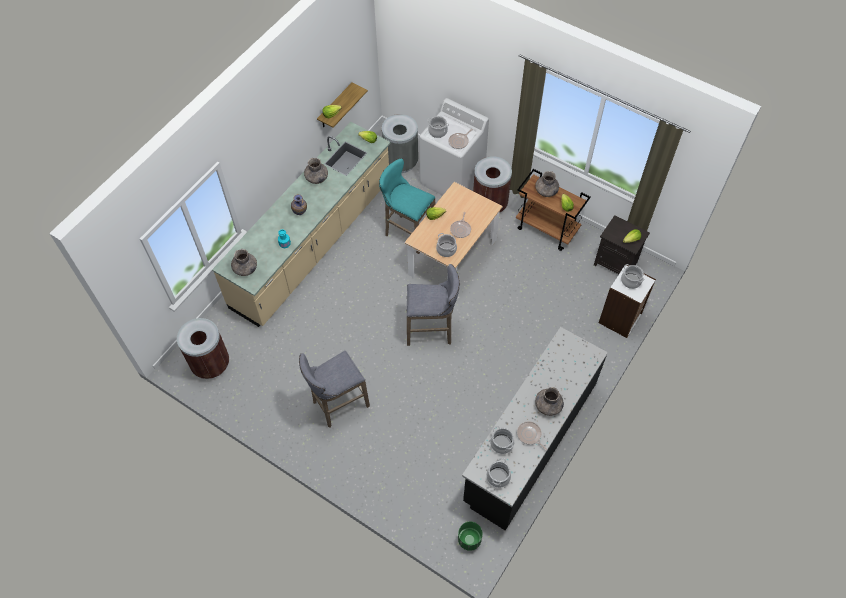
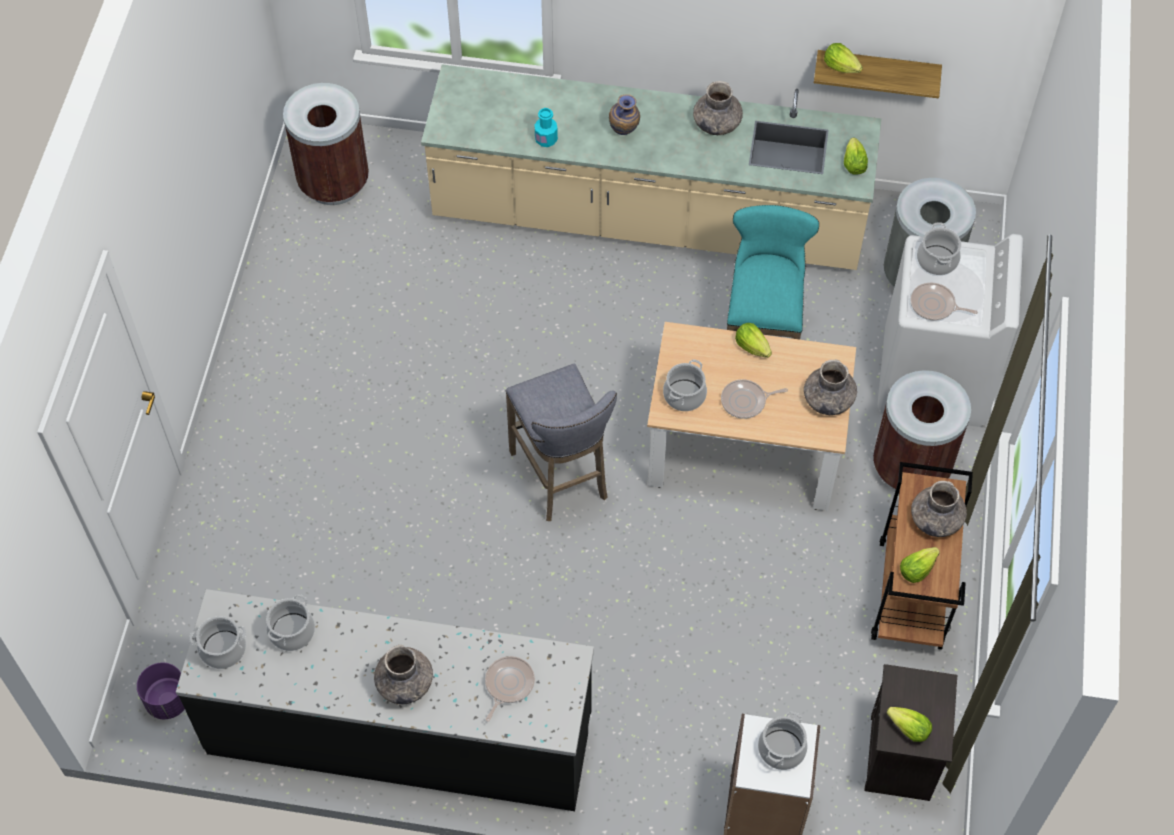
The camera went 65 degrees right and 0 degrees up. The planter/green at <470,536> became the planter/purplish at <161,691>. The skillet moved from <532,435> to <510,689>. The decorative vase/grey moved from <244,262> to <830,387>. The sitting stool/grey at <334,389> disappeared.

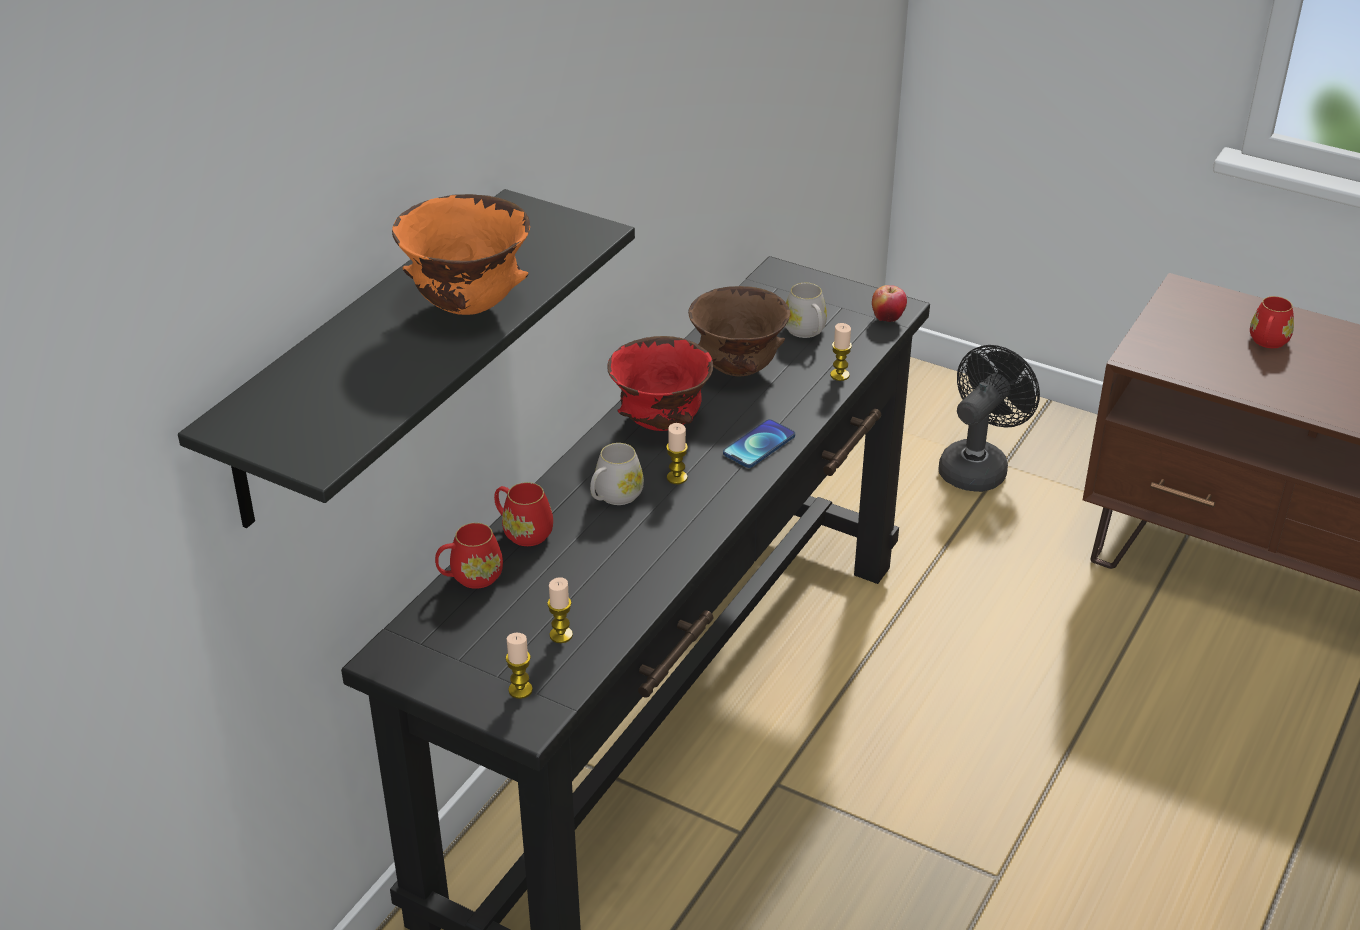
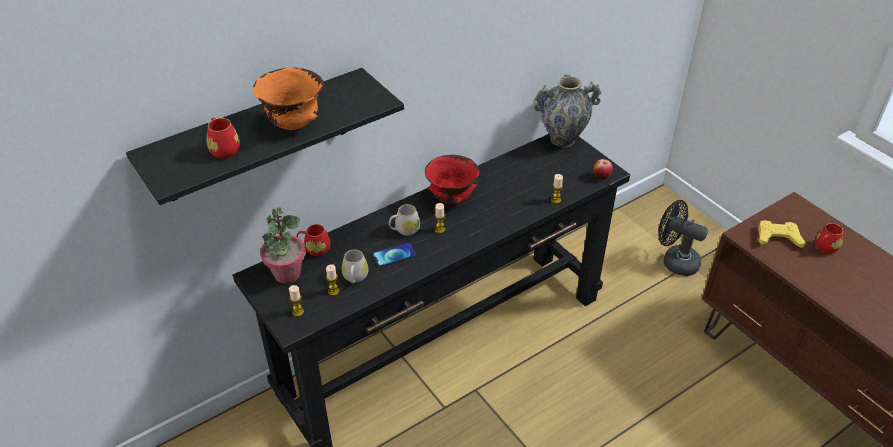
The camera went 25 degrees right and 5 degrees up. The tea mug/reddish moved from <523,514> to <223,137>. The houseplant at <283,245> appeared. The tea mug/whitish moved from <806,310> to <355,266>. The phone moved from <759,443> to <394,255>. The decorative vase at <567,111> appeared. The fan/blackish at <989,418> turned 120 degrees counterclockwise. The gamepad/yellow at <782,234> appeared. The deep dish/brown-coloured at <739,331> disappeared.

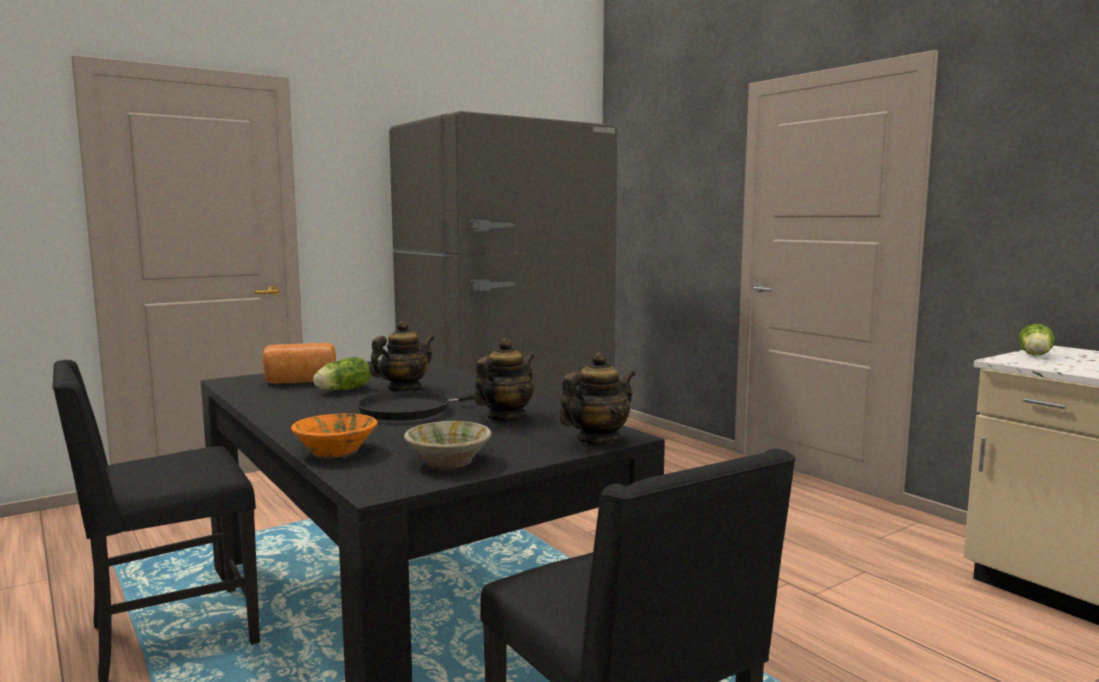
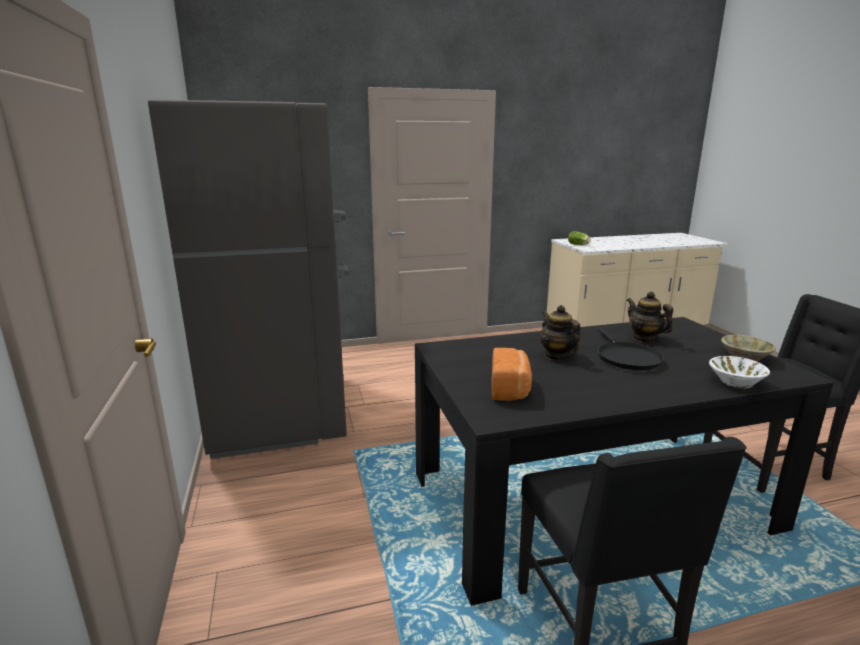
The camera went 70 degrees left and 10 degrees up. The deep dish/orangey at <334,436> became the deep dish/whitish at <739,372>. The lettuce at <341,373> disappeared. The teapot at <597,398> disappeared.

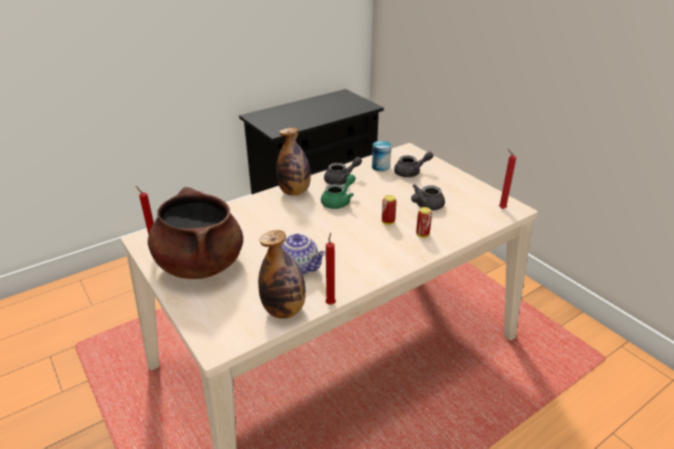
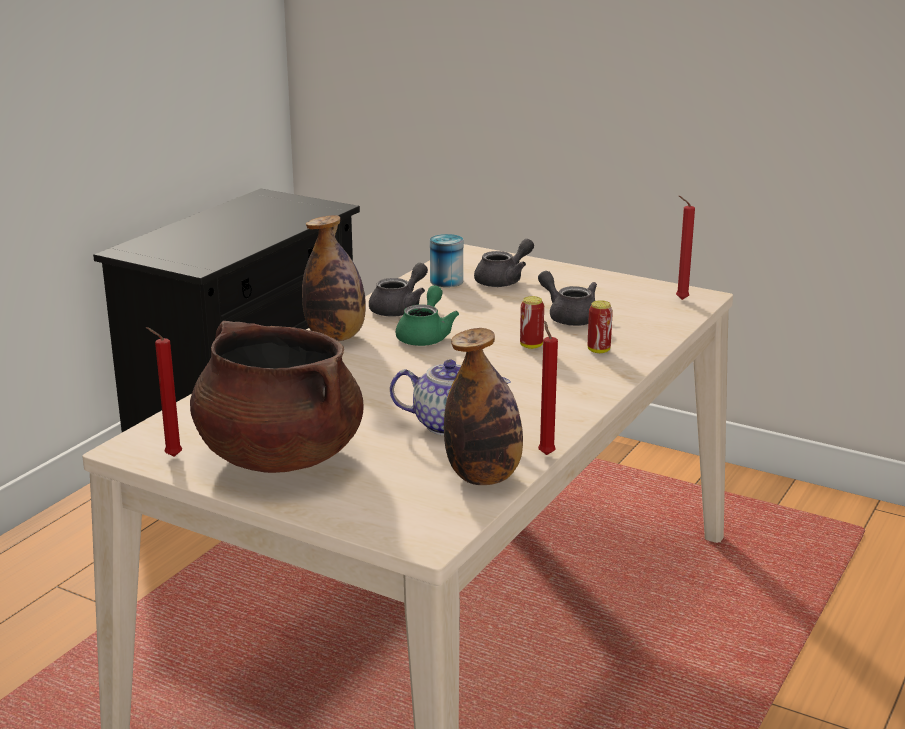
The camera went 25 degrees left and 10 degrees down. The teapot/grey at <428,197> turned 120 degrees clockwise.

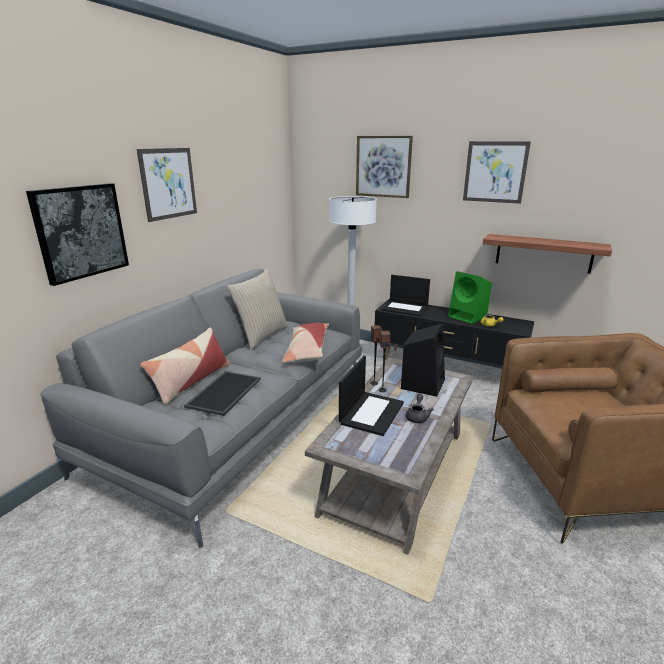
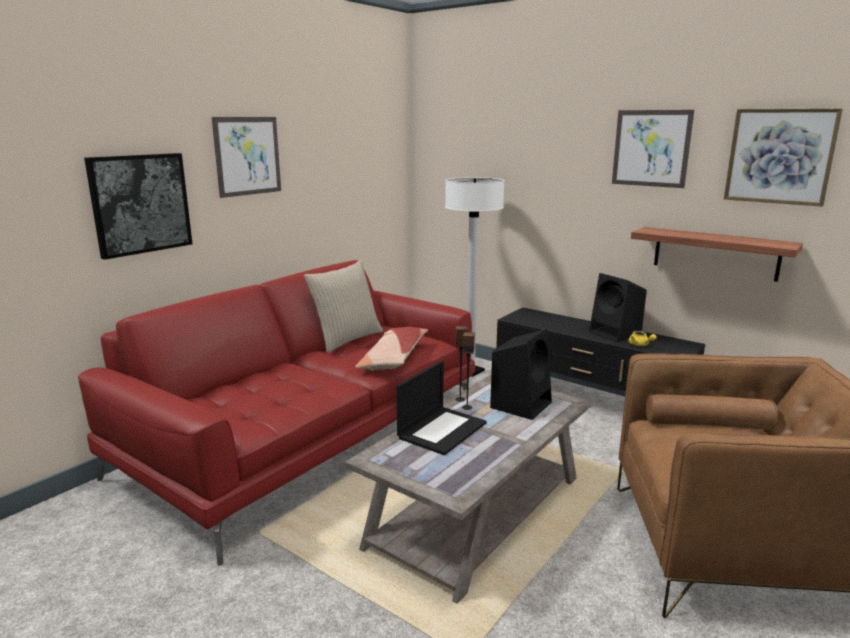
The camera went 10 degrees right and 5 degrees down. The sofa/grey at <201,408> became the sofa/reddish at <276,413>. The speaker/green at <470,297> became the speaker/blackish at <618,307>. The picture moved from <384,167> to <783,157>. The cushion at <185,365> disappeared. The tray at <222,393> disappeared. The notebook computer at <405,295> disappeared. The teapot/grey at <420,408> disappeared.

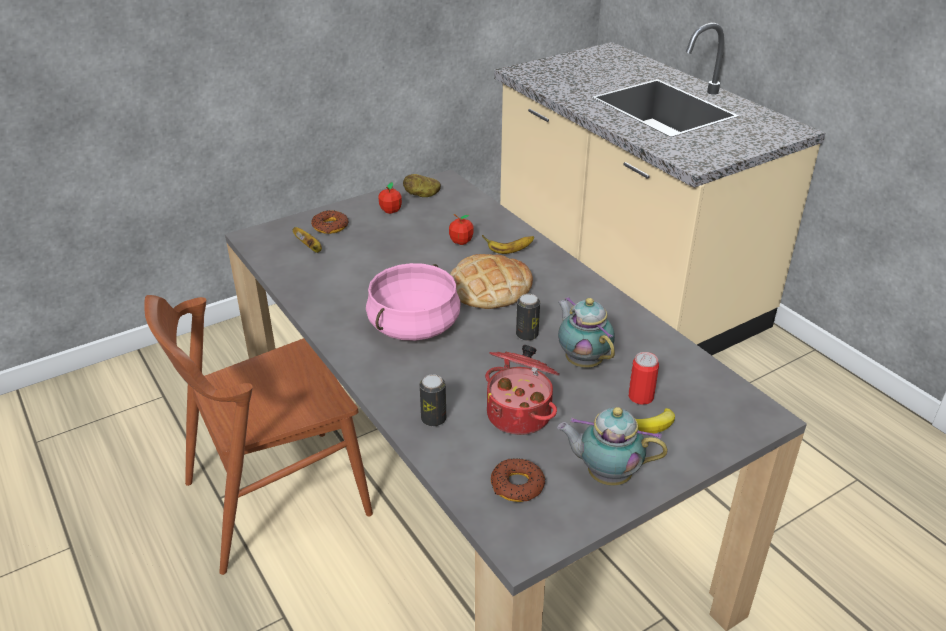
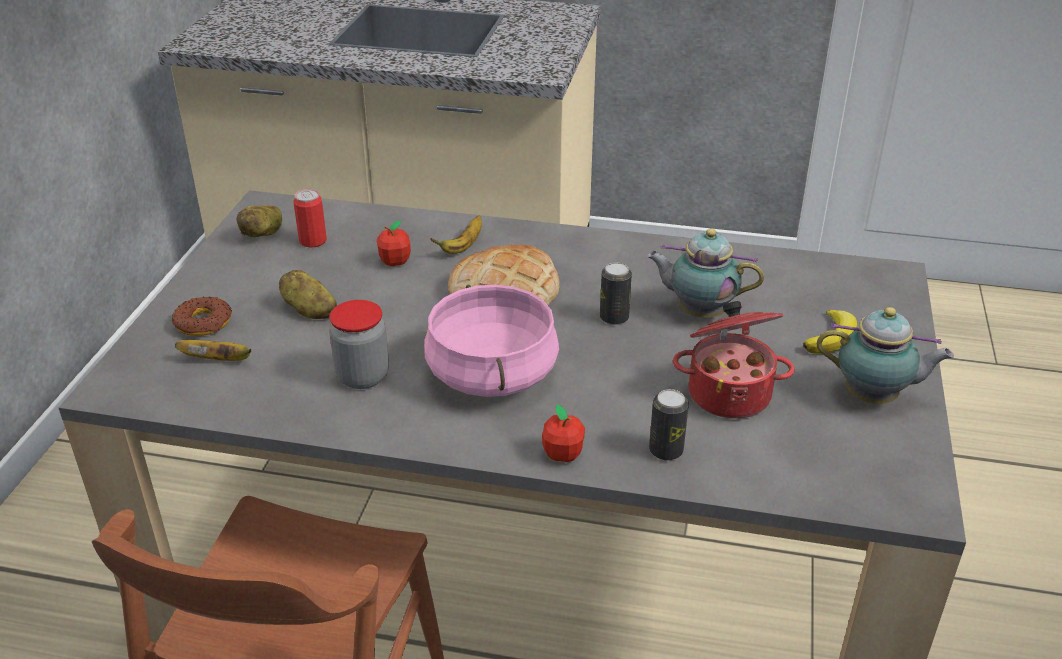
The camera went 45 degrees left and 0 degrees up. The potato at <308,294> appeared. The can moved from <643,378> to <310,218>. The jar at <359,344> appeared. The apple fruit moved from <390,198> to <563,433>. The teapot at <612,446> turned 135 degrees counterclockwise. The ring doughnut at <518,480> disappeared.

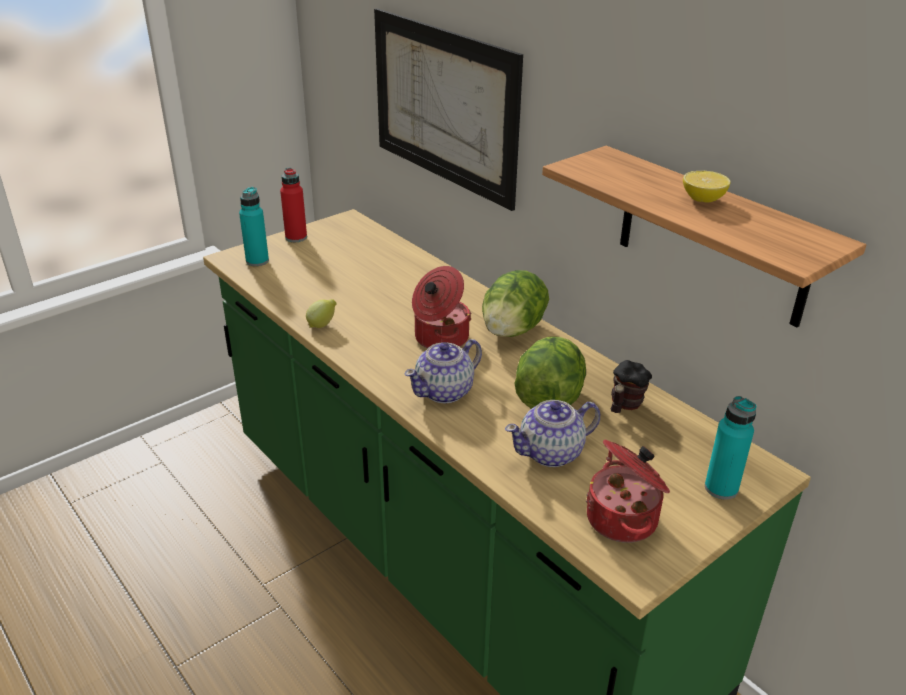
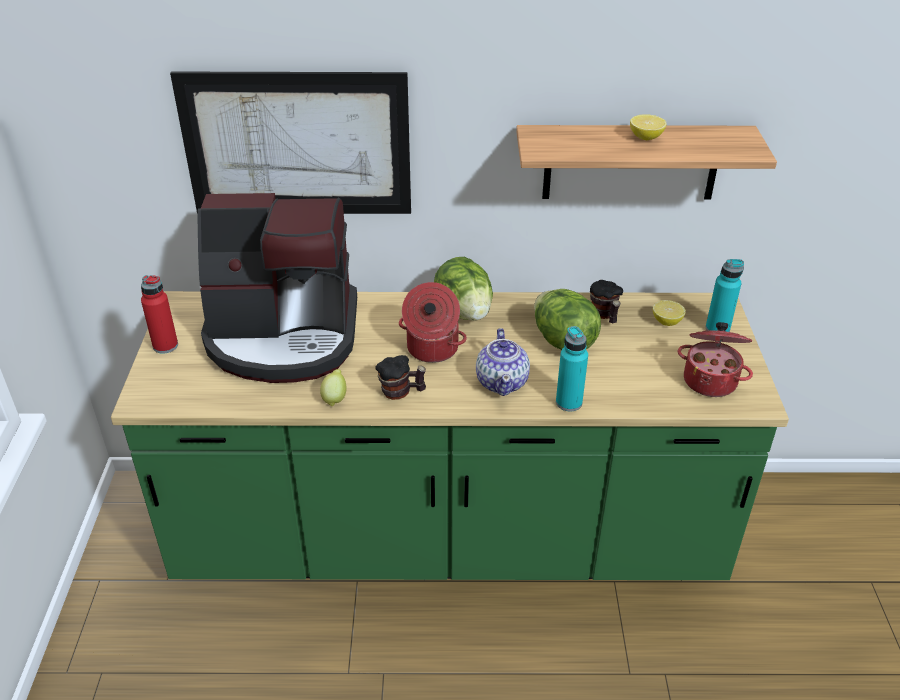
The camera went 50 degrees left and 5 degrees up. The coffee brewer at <277,288> appeared. The tea mug at <400,377> appeared. The beverage bottle/blue-green moved from <254,226> to <572,368>. The citrus fruit at <669,313> appeared. The teapot at <552,433> disappeared.

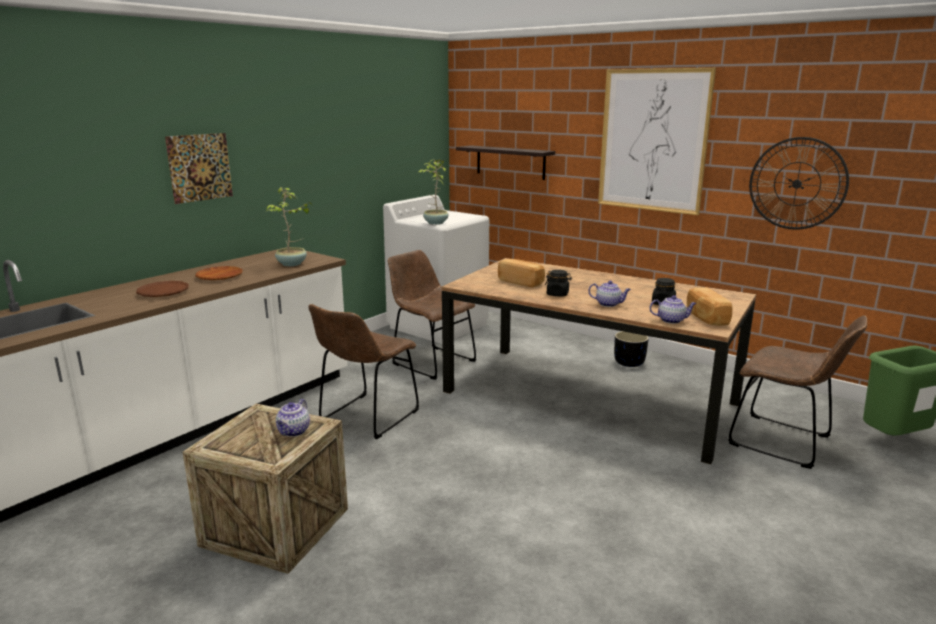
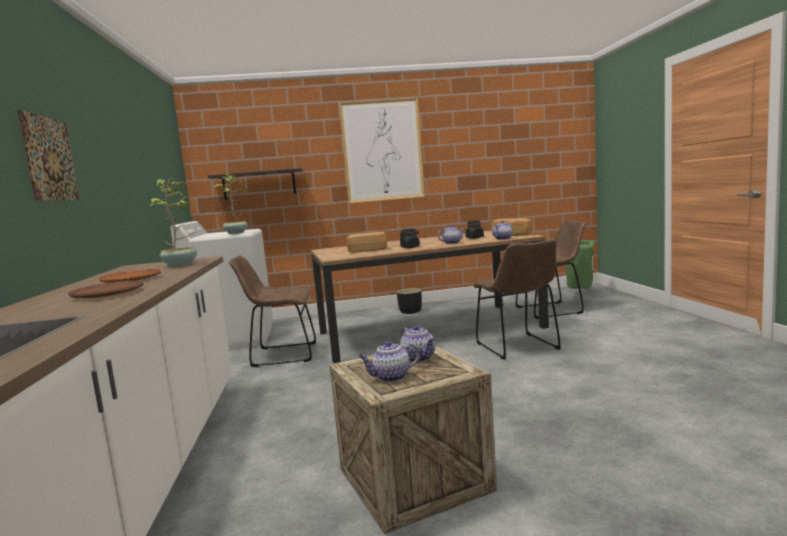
The camera went 45 degrees left and 10 degrees down. The teapot at <389,361> appeared. The chair/brown-coloured moved from <364,371> to <517,299>. The clock on the wall at <799,183> disappeared.

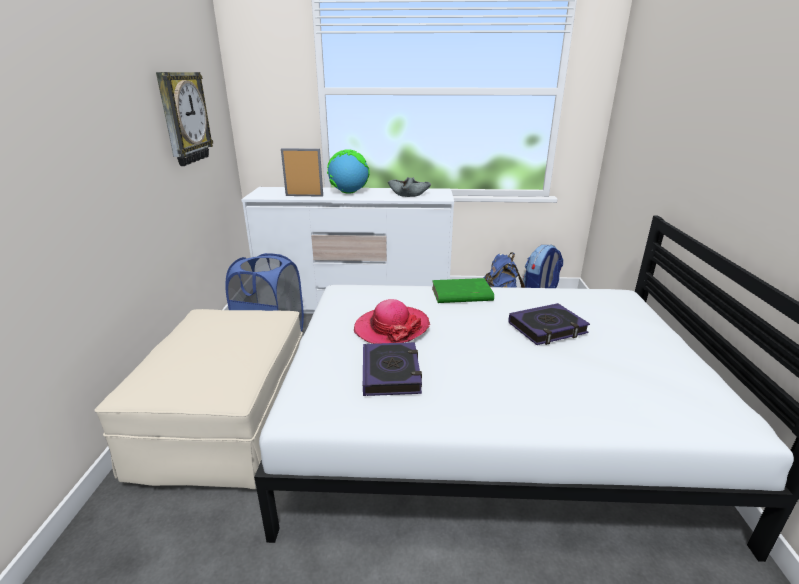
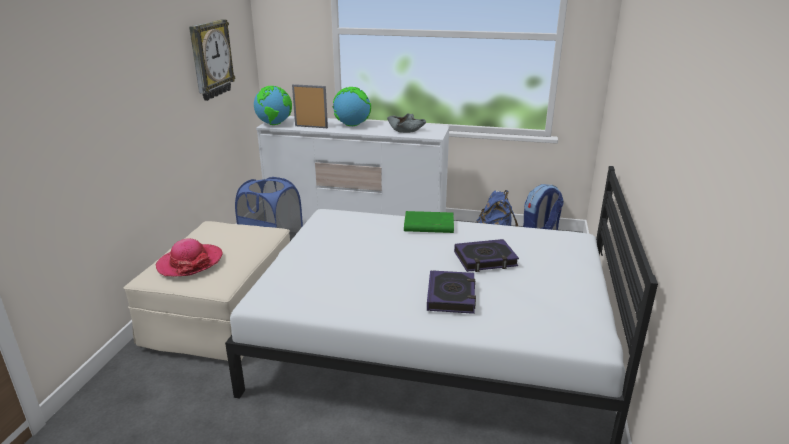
The camera went 10 degrees right and 0 degrees up. The wearable hat moved from <392,321> to <189,257>. The world globe at <273,105> appeared. The bound book moved from <392,369> to <451,292>.

